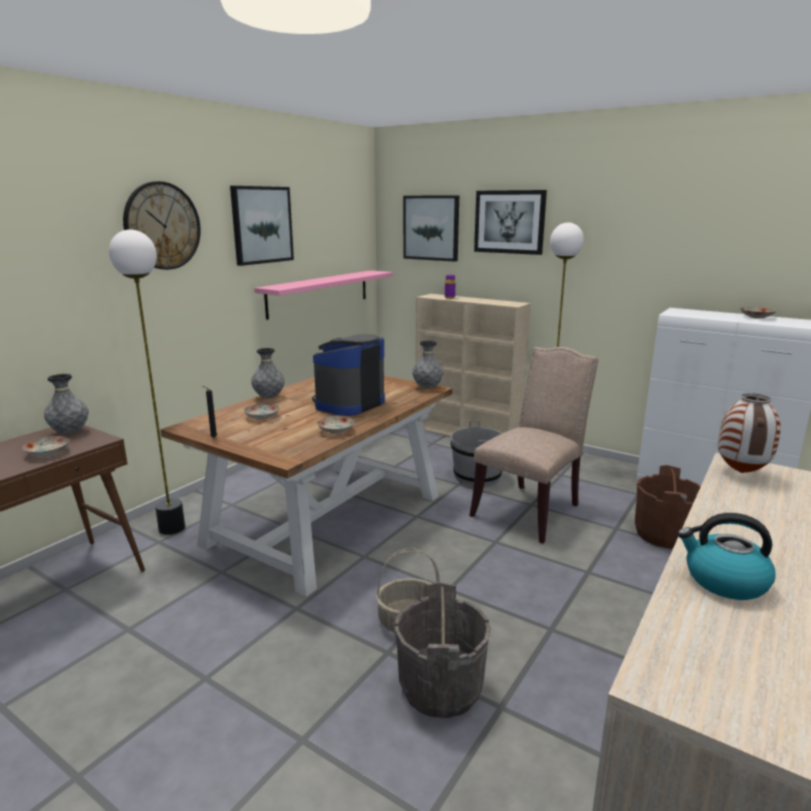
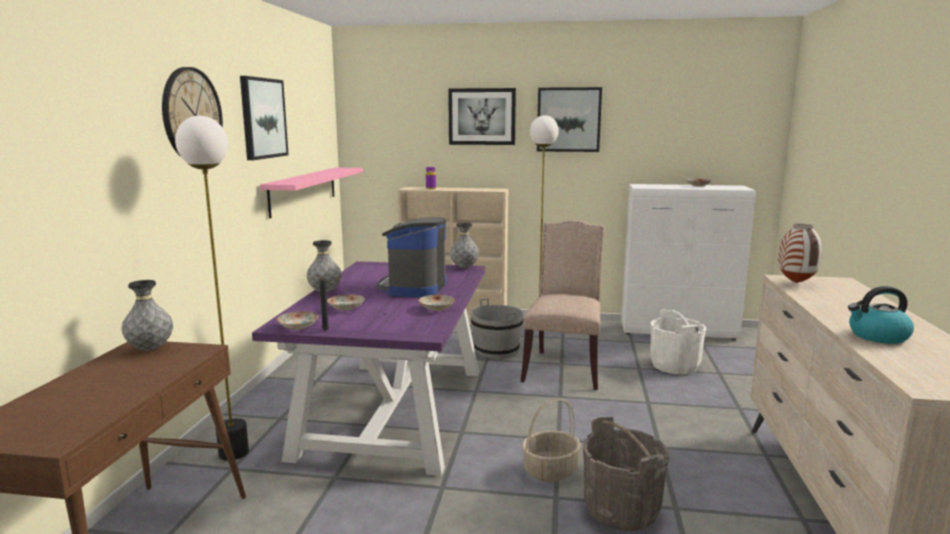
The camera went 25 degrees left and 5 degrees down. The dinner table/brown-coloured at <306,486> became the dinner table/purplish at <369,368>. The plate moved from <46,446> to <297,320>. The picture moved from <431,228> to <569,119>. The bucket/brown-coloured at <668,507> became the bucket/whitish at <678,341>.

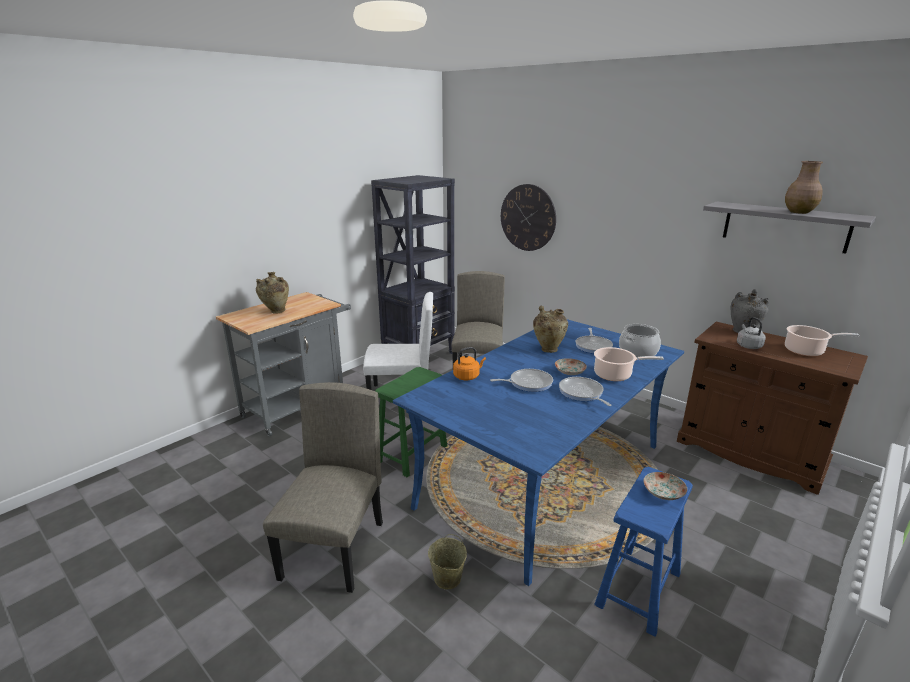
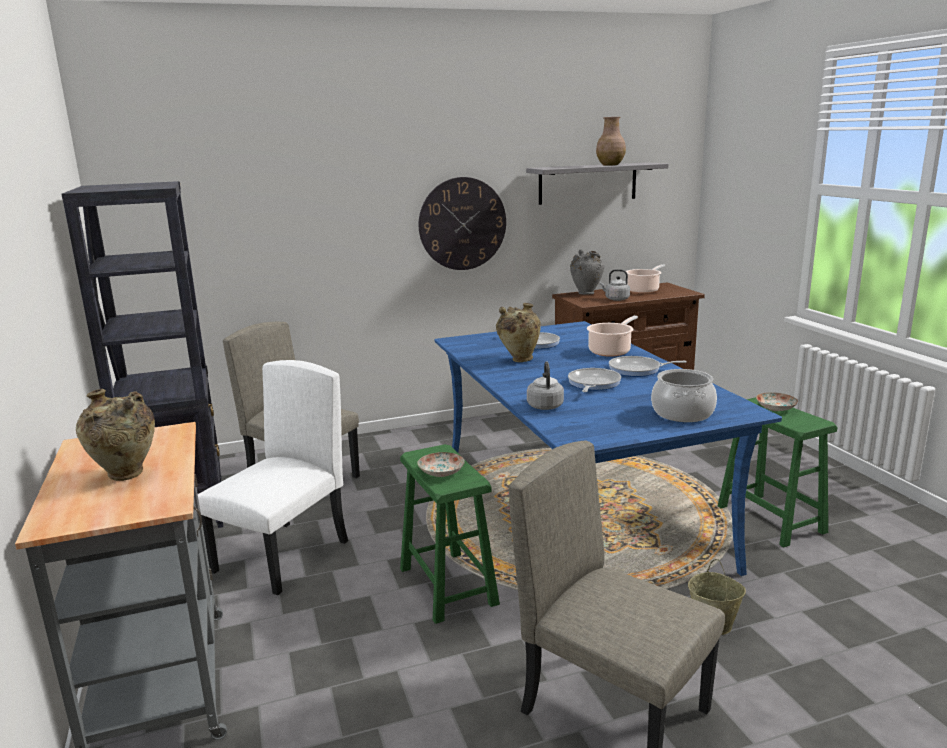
The camera went 60 degrees left and 5 degrees down. The plate moved from <571,366> to <441,464>. The clock on the wall moved from <528,217> to <462,223>. The water kettle/orangey at <469,363> became the water kettle/grey at <545,386>. The cooking pot moved from <640,341> to <684,395>. The sitting stool/bluish at <643,552> became the sitting stool/green at <777,472>.

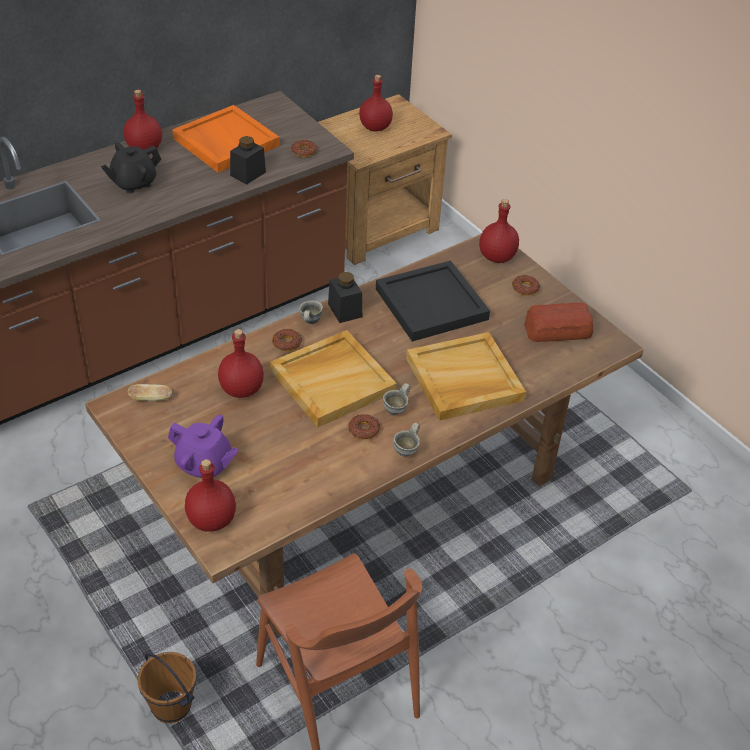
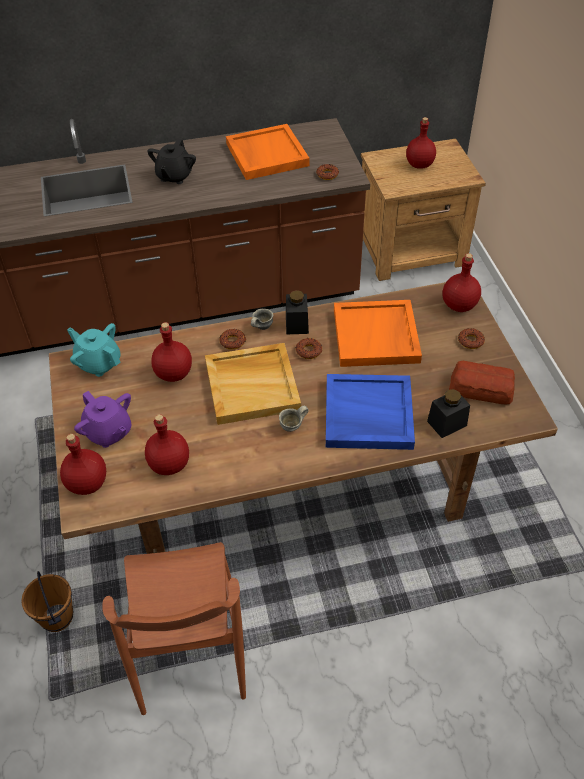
The camera went 25 degrees right and 5 degrees up. The bakery bread at <150,392> was replaced by the teapot/blue-green at <94,350>. The beverage bottle/reddish moved from <142,120> to <167,444>. The teapot/blackish at <131,168> turned 60 degrees counterclockwise. The ring doughnut moved from <364,427> to <309,348>. The tray/beige-coloured at <466,376> became the tray/bluish at <370,412>. The tray/blackish at <433,301> became the tray/orangey at <378,333>. The jar/blackish moved from <248,160> to <448,413>. The tea mug/grey at <406,439> disappeared.

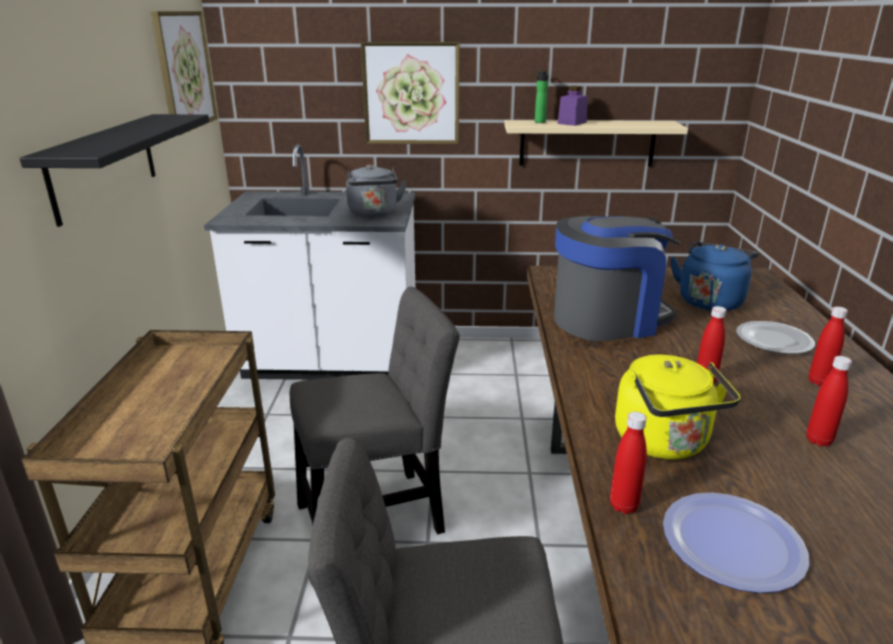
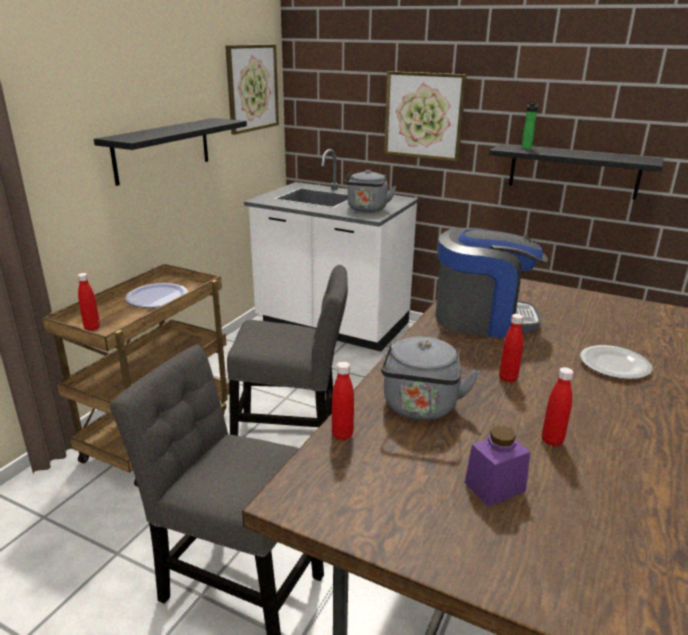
The camera went 25 degrees right and 0 degrees up. The beverage bottle/reddish moved from <828,346> to <88,302>. The plate moved from <736,543> to <156,295>. The water kettle/yellow at <678,407> became the water kettle/grey at <430,378>. The jar/purplish moved from <573,106> to <497,466>. The shelf/beige-coloured at <596,143> became the shelf/blackish at <576,172>. The water kettle/bluish at <715,276> disappeared.

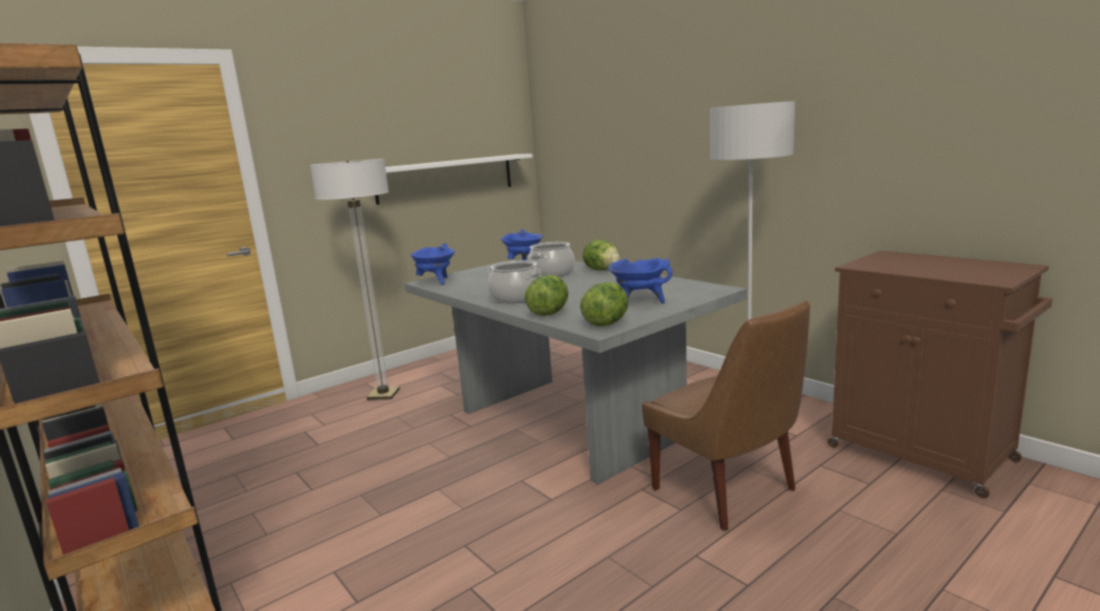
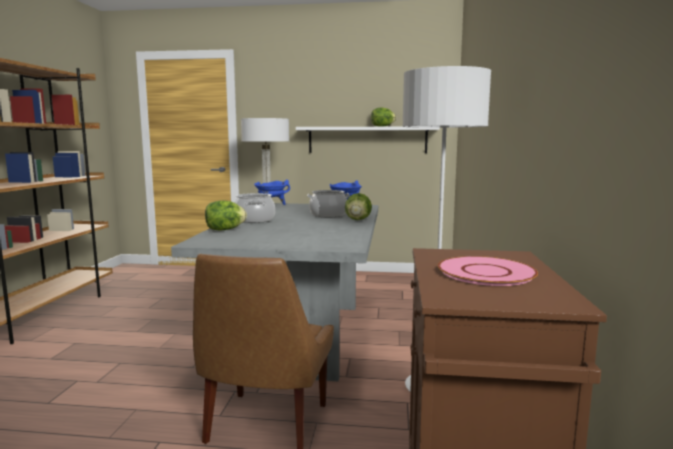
The camera went 45 degrees right and 5 degrees down. The lettuce moved from <604,304> to <383,117>. The plate/pinkish at <488,271> appeared. The cooking pot/bluish at <640,281> disappeared.

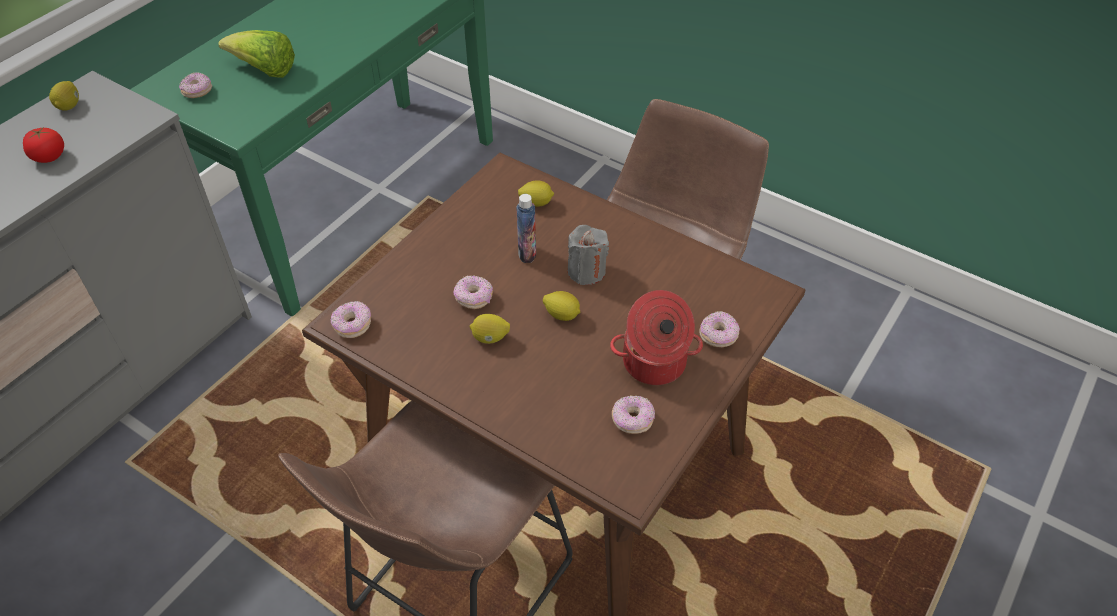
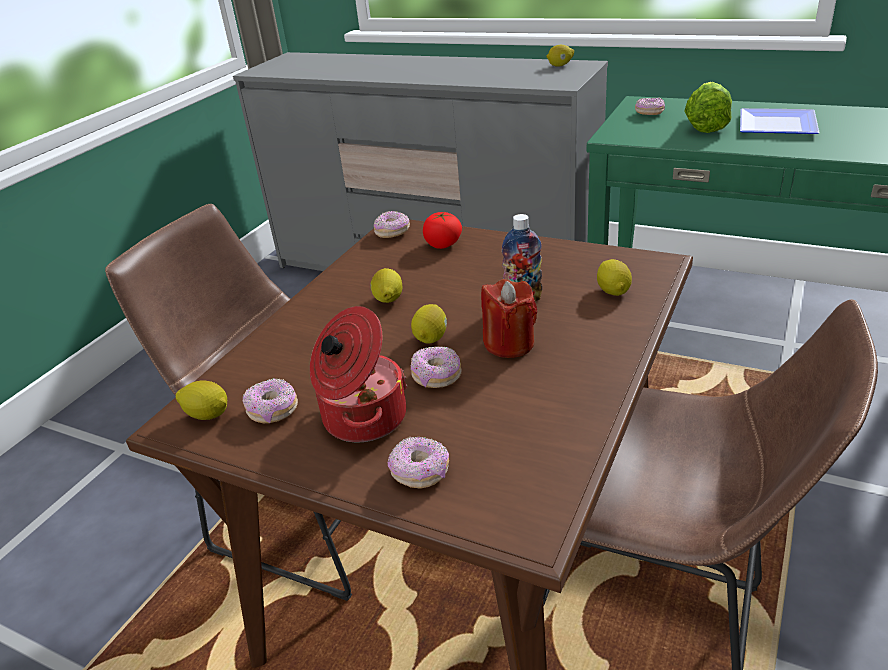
The camera went 85 degrees right and 15 degrees down. The citrus fruit at <201,400> appeared. The ring doughnut moved from <473,292> to <436,367>. The fresh tomato moved from <43,145> to <442,230>. The wax light/grey at <588,255> became the wax light/reddish at <509,318>. The plate at <780,121> appeared.

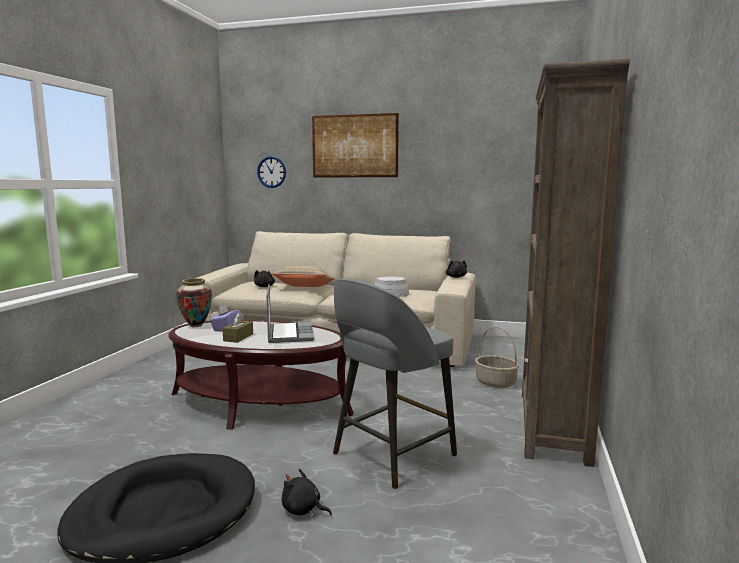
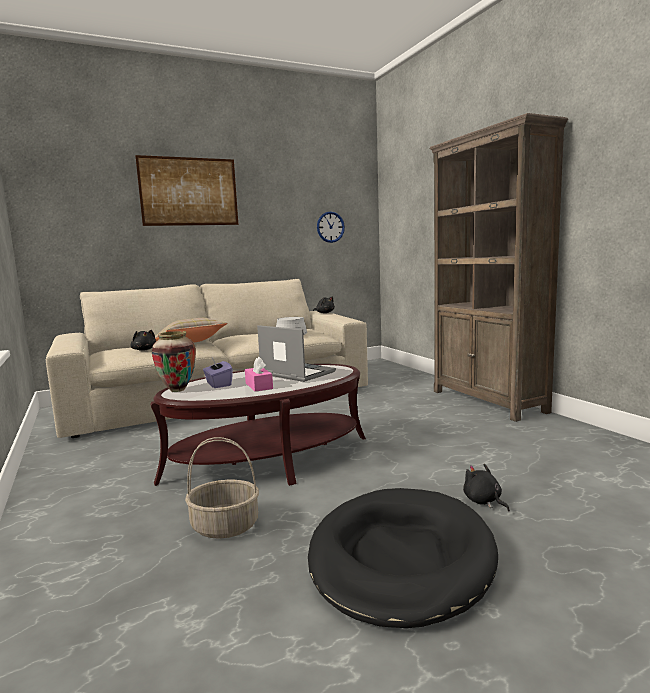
The camera went 40 degrees left and 0 degrees up. The storage basket moved from <497,357> to <222,488>. The tissue holder/brown-coloured at <237,327> became the tissue holder/pinkish at <259,374>. The clock on the wall moved from <271,172> to <331,227>. The cuddly toy/blackish at <306,493> turned 75 degrees clockwise. The sitting stool/grey at <395,383> disappeared.

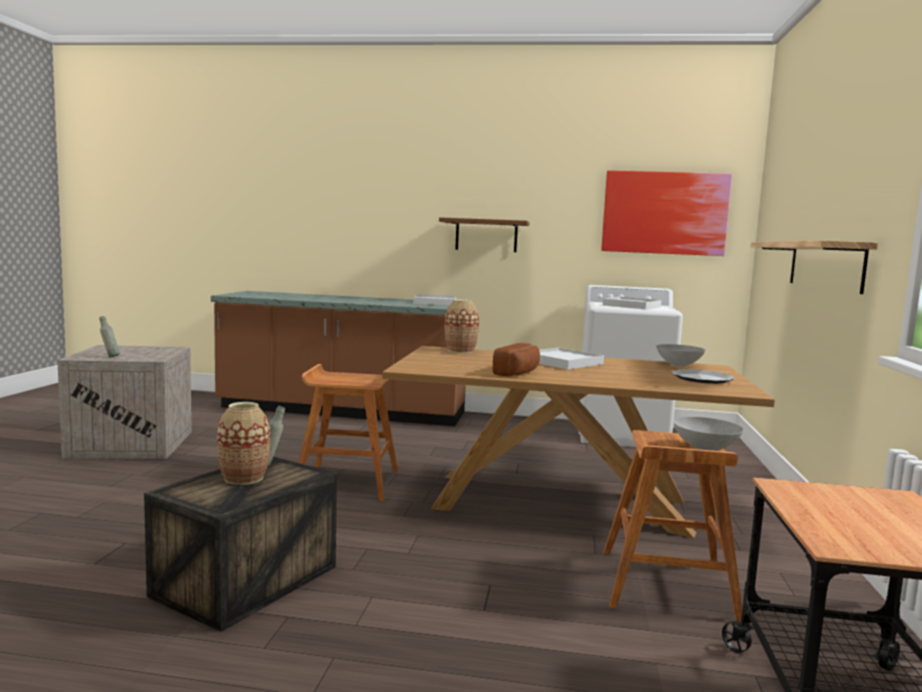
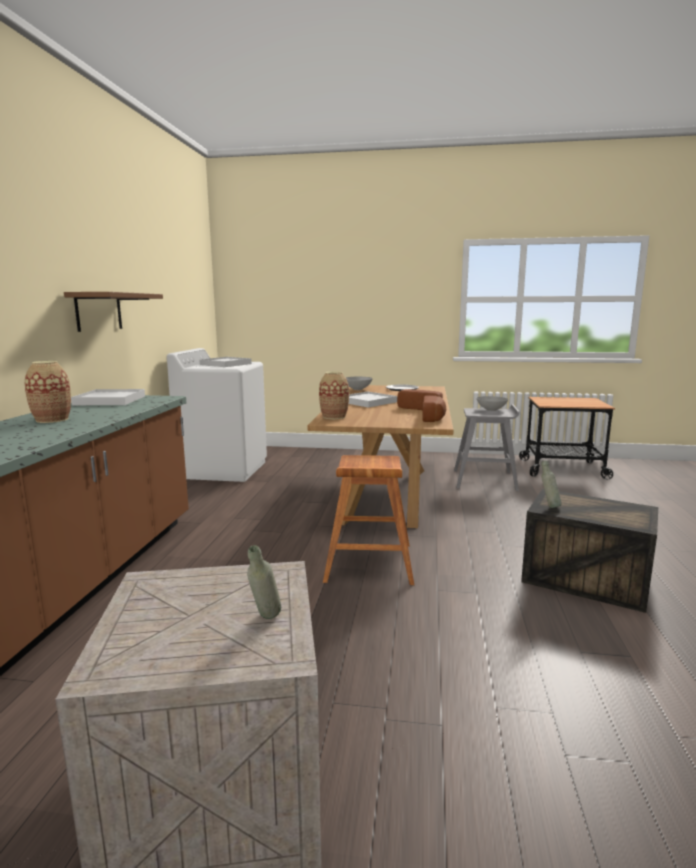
The camera went 90 degrees left and 5 degrees up. The decorative vase moved from <243,443> to <48,392>. The bakery bread at <434,408> appeared. The sitting stool/brown-coloured at <673,525> became the sitting stool/grey at <486,447>. The picture at <666,213> disappeared. The shelf at <814,267> disappeared.

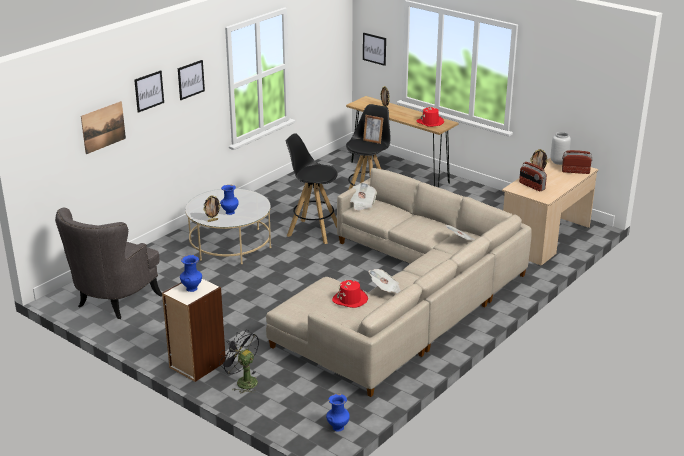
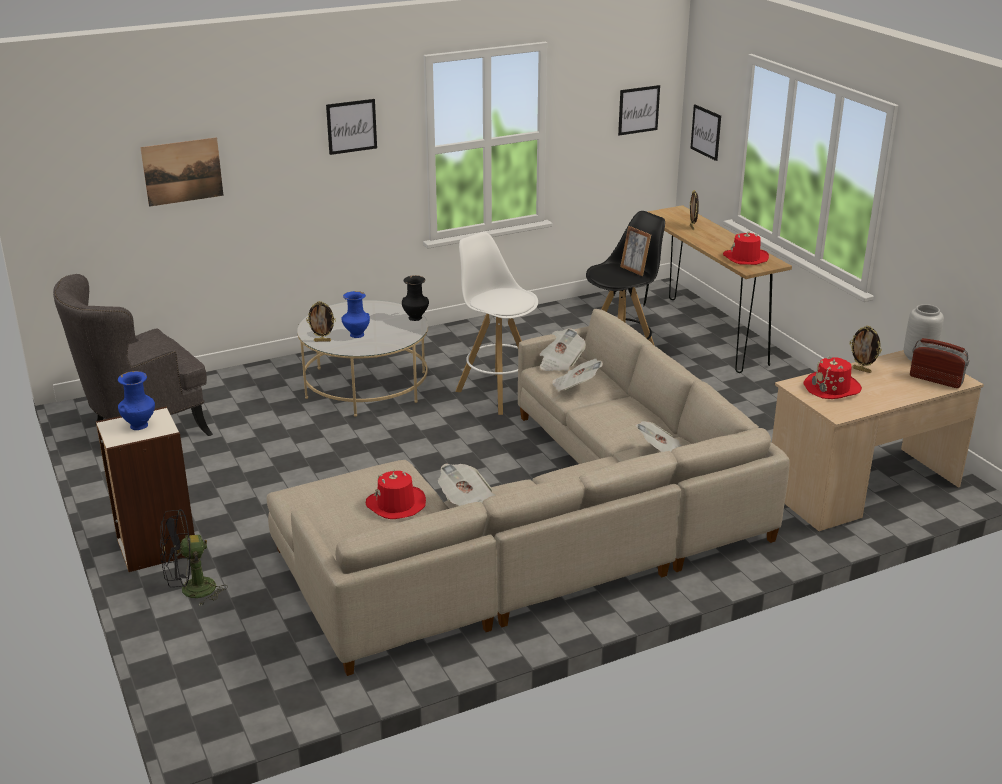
The camera went 25 degrees right and 0 degrees up. The fan/blackish at <239,361> turned 90 degrees counterclockwise. The decorative vase/blackish at <415,298> appeared. The sitting stool/blackish at <311,188> became the sitting stool/whitish at <497,323>. The newspaper at <577,375> appeared. The picture moved from <149,91> to <639,110>. The radio receiver at <533,176> was replaced by the wearable hat/reddish at <832,377>. The decorative vase/bluish at <338,413> disappeared.

